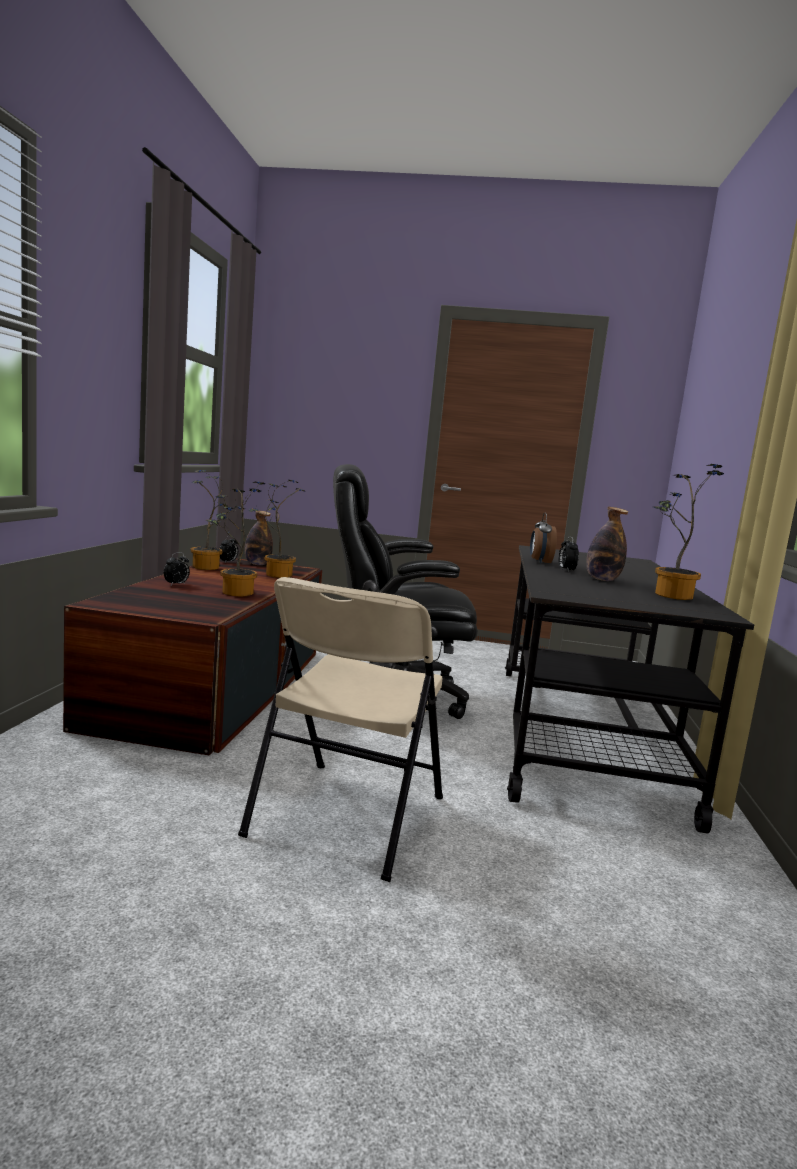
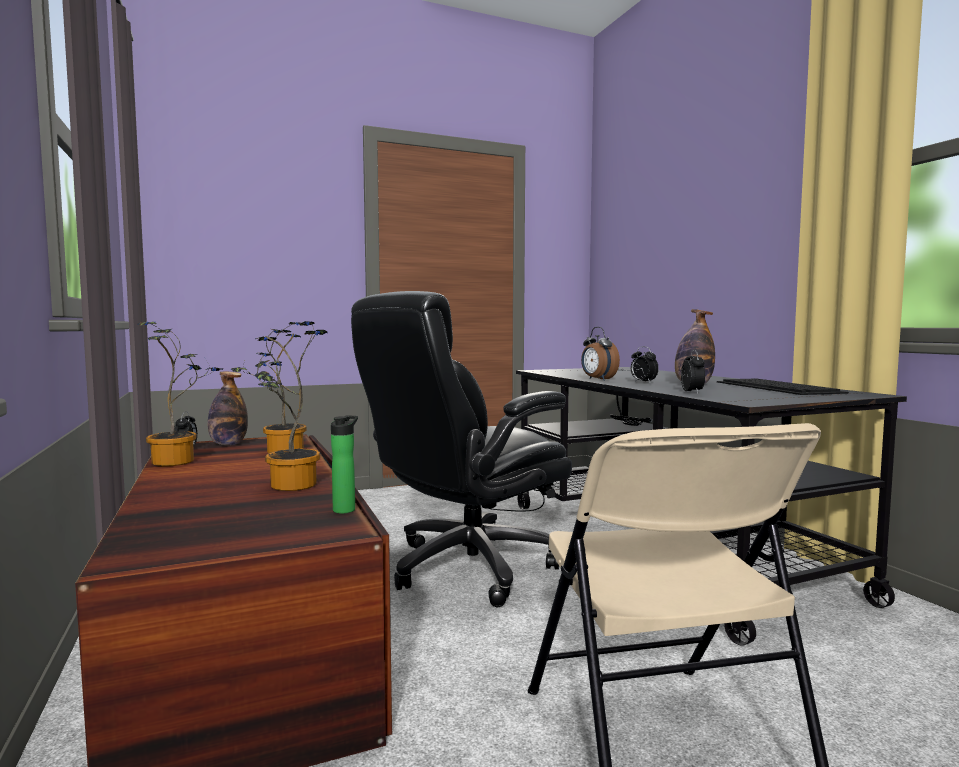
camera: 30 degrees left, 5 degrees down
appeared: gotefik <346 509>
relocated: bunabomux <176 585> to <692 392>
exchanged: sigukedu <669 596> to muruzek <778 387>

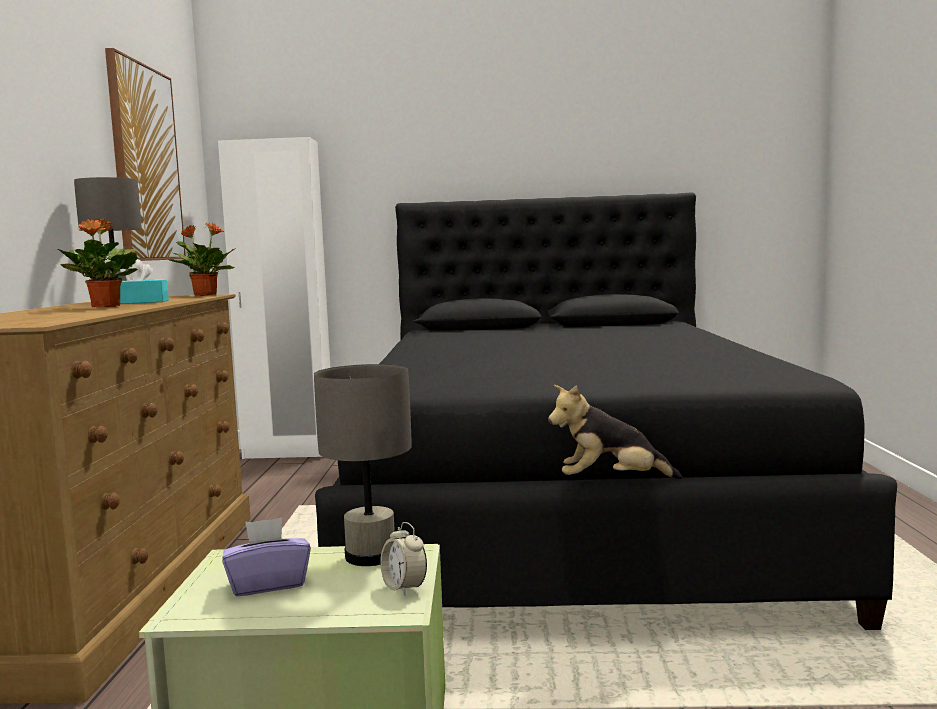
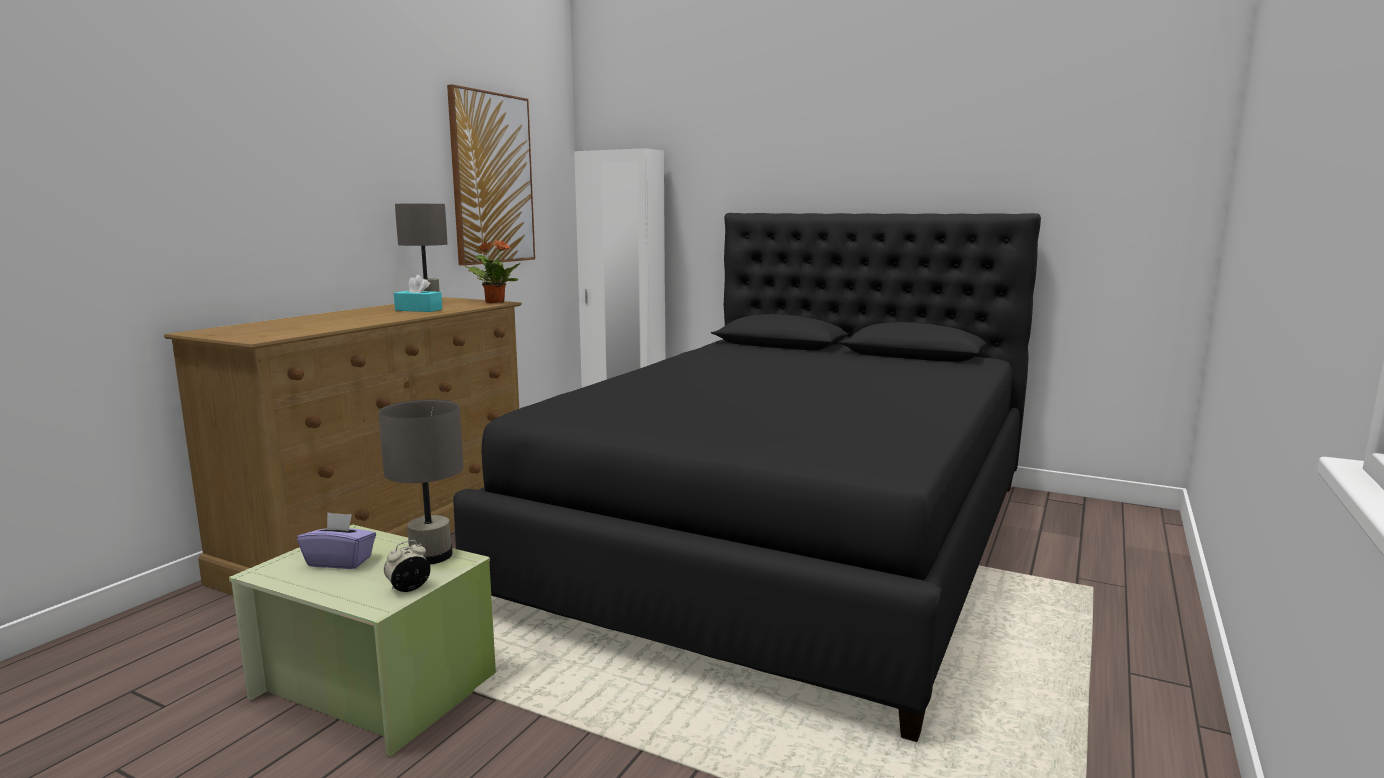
camera: 25 degrees right, 5 degrees up
missing: sigukedu <105 306>; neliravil <611 482>
spun: bunabomux <404 588> = <409 588> 60 degrees clockwise

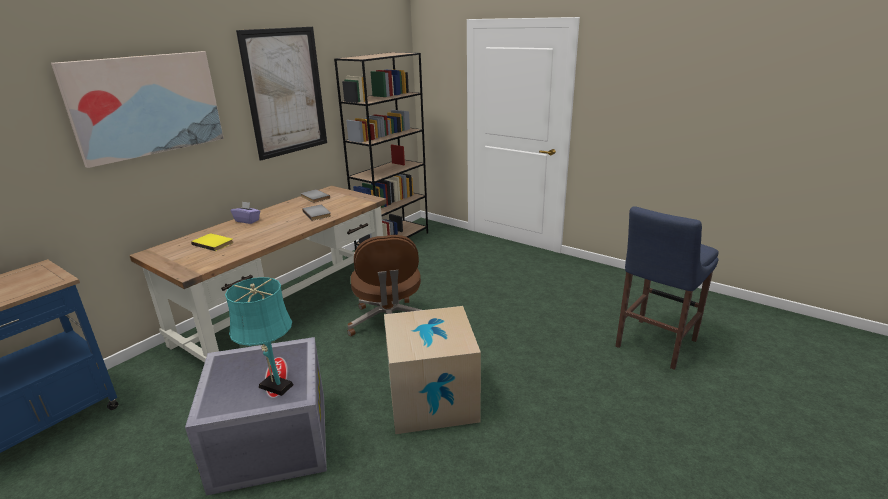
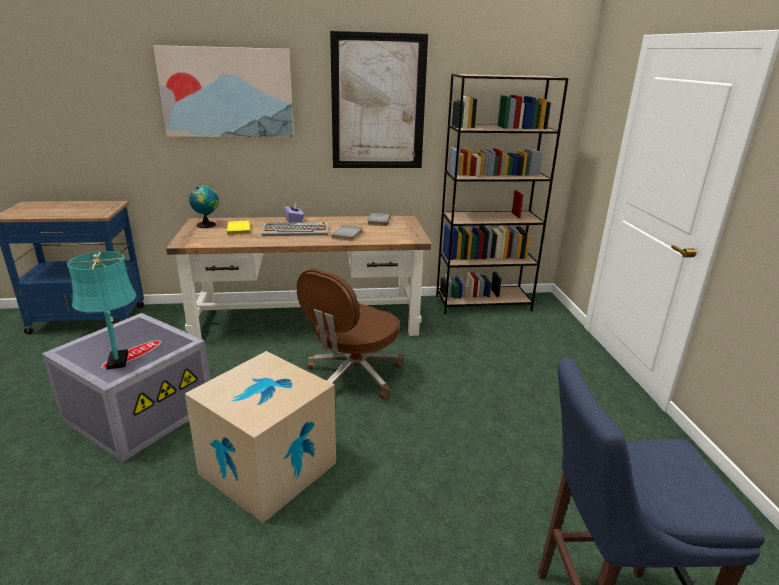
camera: 45 degrees right, 0 degrees up
appeared: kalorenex <207 224>; muruzek <296 231>

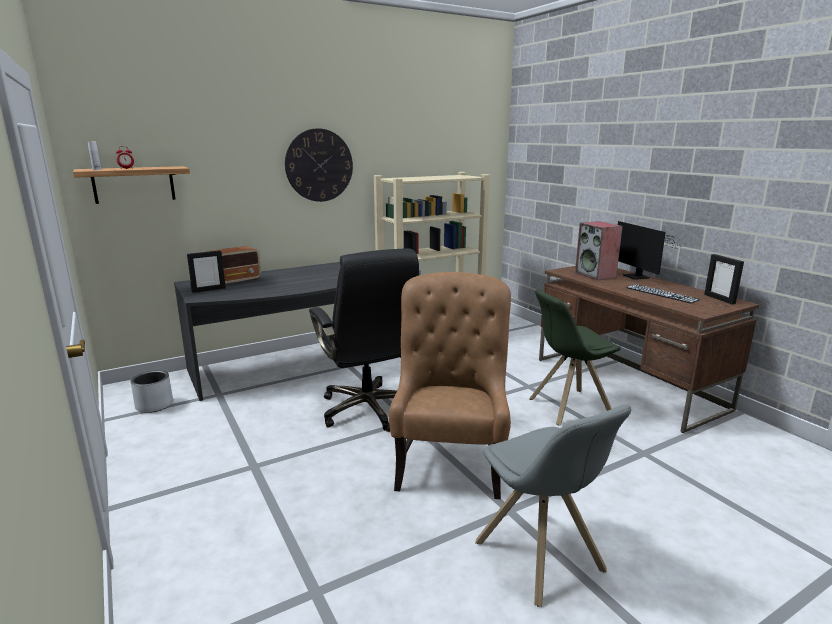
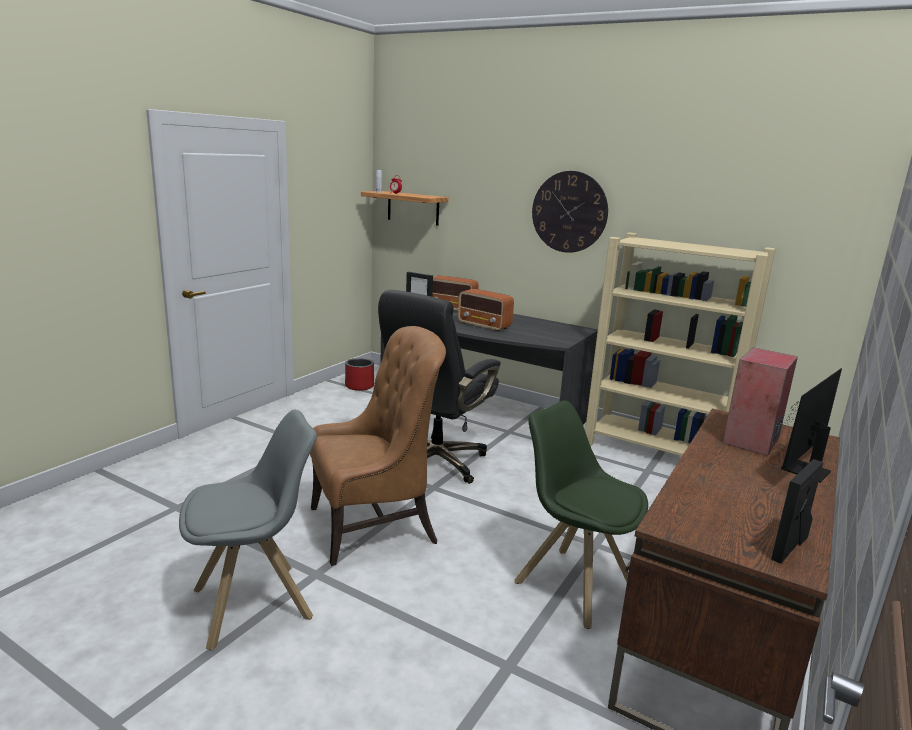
camera: 60 degrees right, 0 degrees up
missing: muruzek <661 293>
appeared: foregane <484 326>
colour: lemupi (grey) <154 405> to lemupi (red) <359 386>
spun: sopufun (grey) <540 556> = <253 604> 150 degrees counterclockwise

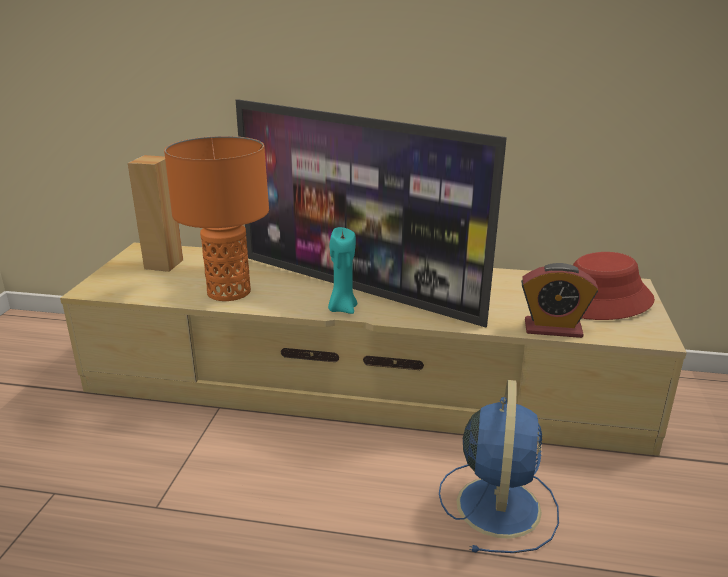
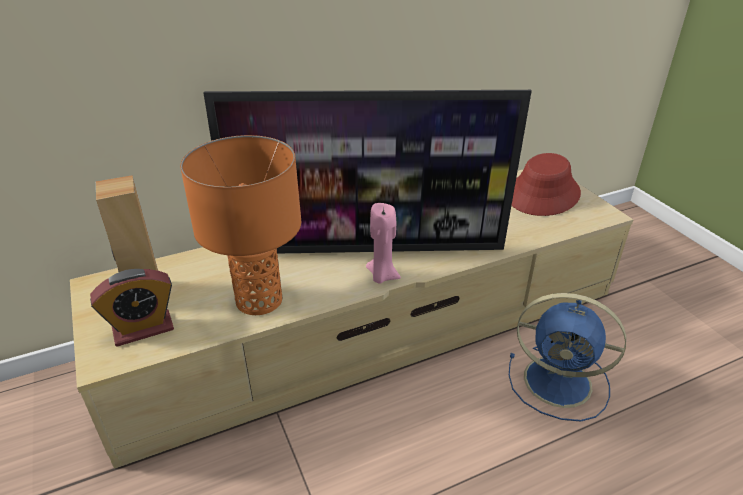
camera: 35 degrees left, 10 degrees up
relocated: bunabomux <553 329> to <143 329>
colour: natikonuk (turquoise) <342 308> to natikonuk (pink) <382 276>
spun: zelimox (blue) <498 504> = <560 382> 135 degrees clockwise

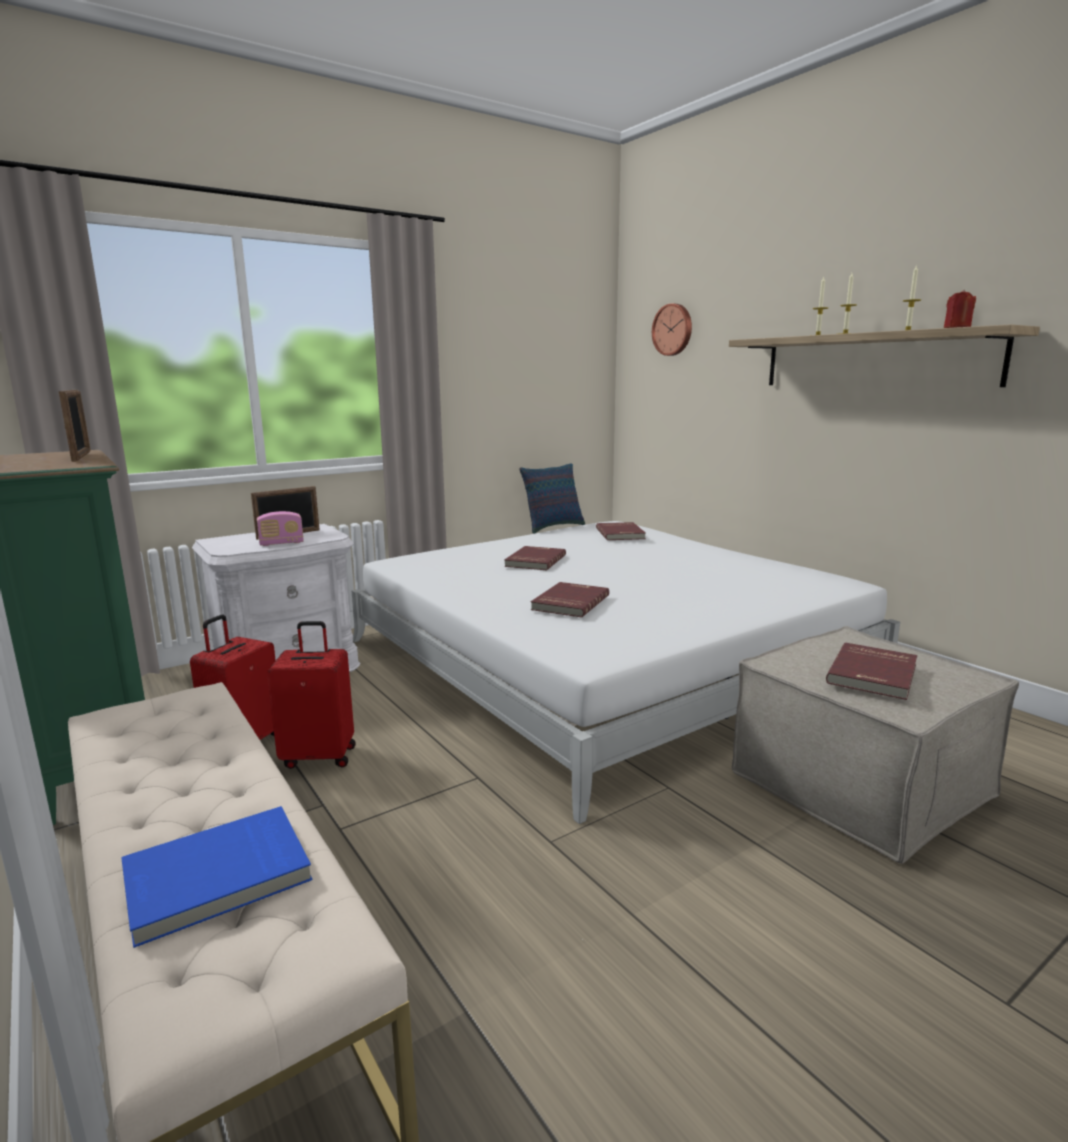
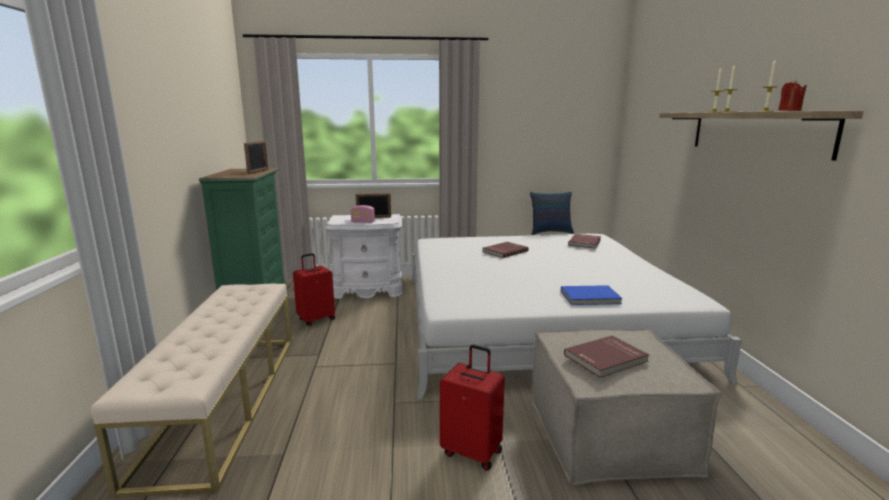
camera: 30 degrees right, 0 degrees up
missing: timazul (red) <569 602>; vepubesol <673 330>
relocated: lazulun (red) <319 756> to <472 451>; timazul (blue) <218 877> to <590 298>

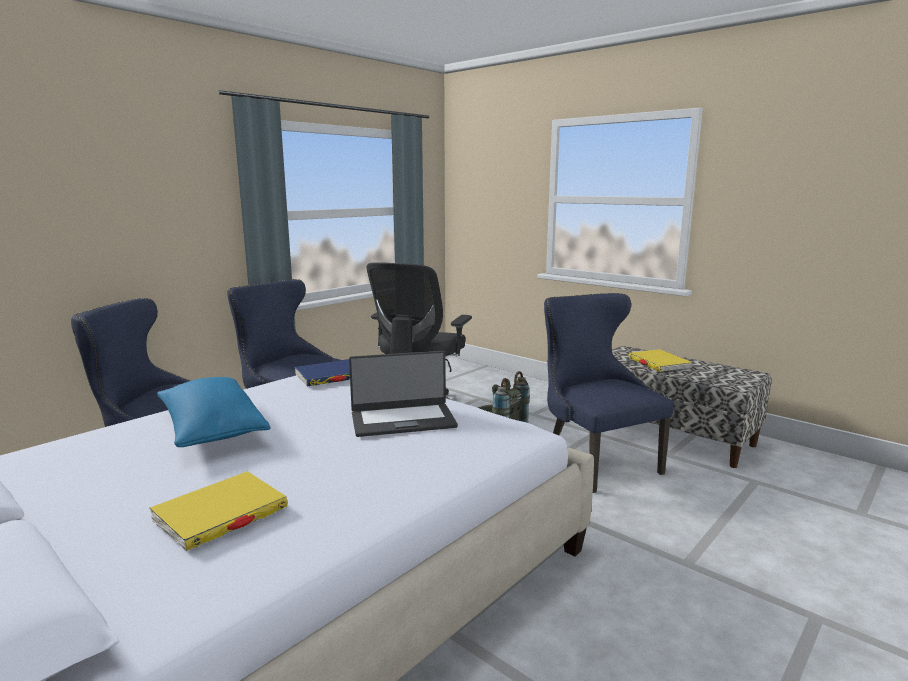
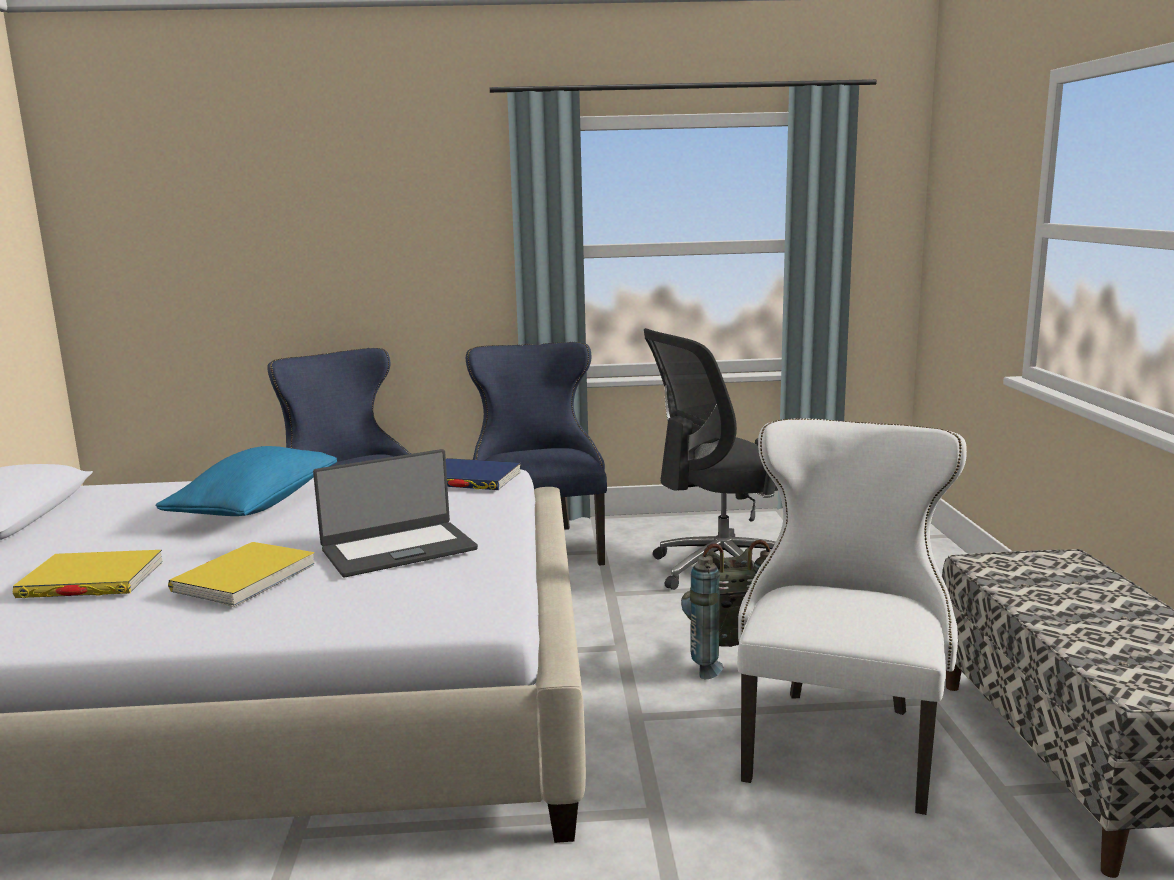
camera: 45 degrees right, 0 degrees up
relocated: timazul (yellow) <659 363> to <244 579>
colour: sopufun (blue) <595 461> to sopufun (white) <840 741>
spun: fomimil <403 420> = <398 549> 60 degrees counterclockwise

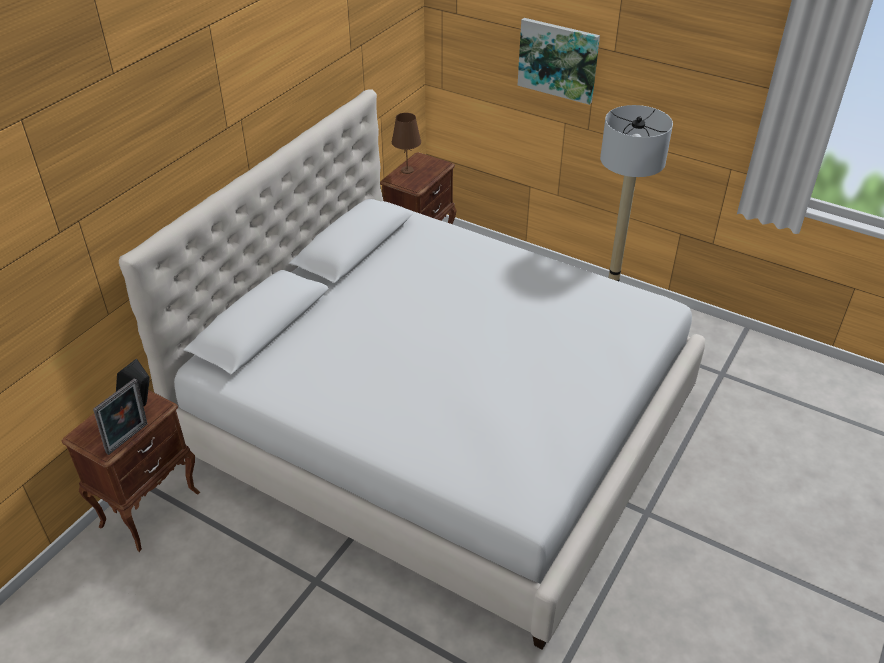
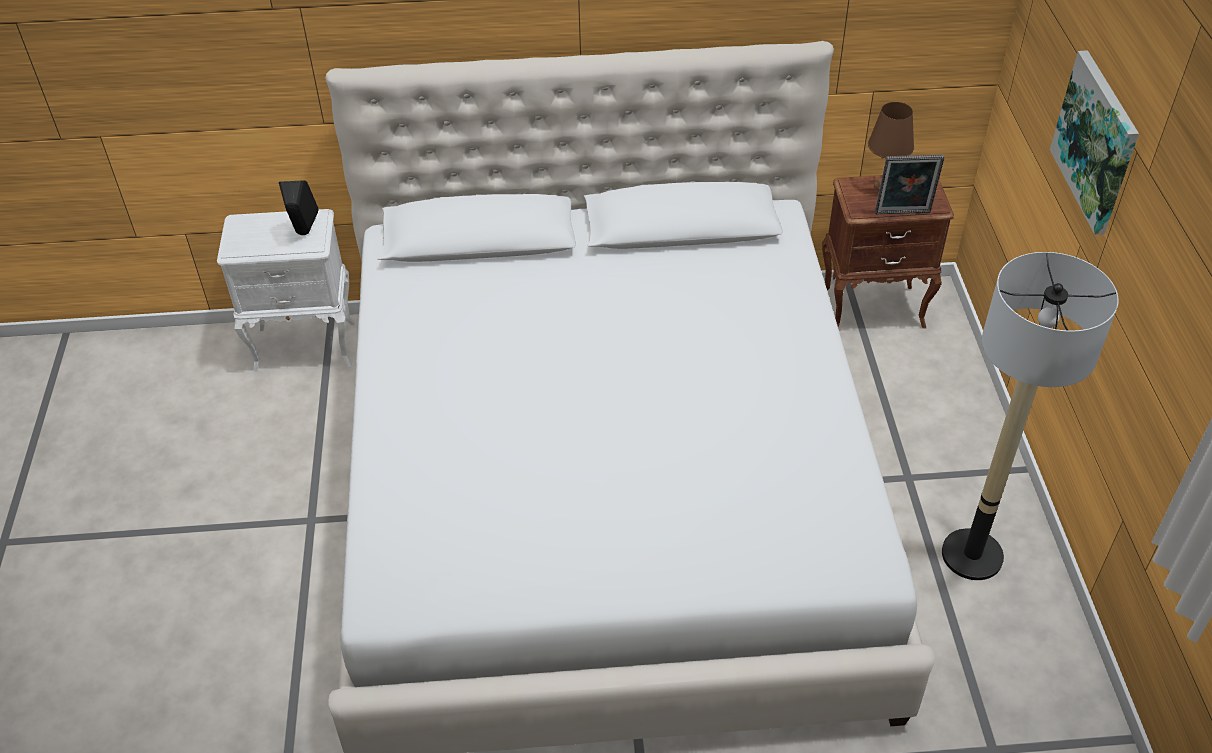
camera: 55 degrees right, 5 degrees up
relocated: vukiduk <129 439> to <903 214>
colour: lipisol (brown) <150 509> to lipisol (white) <305 347>

